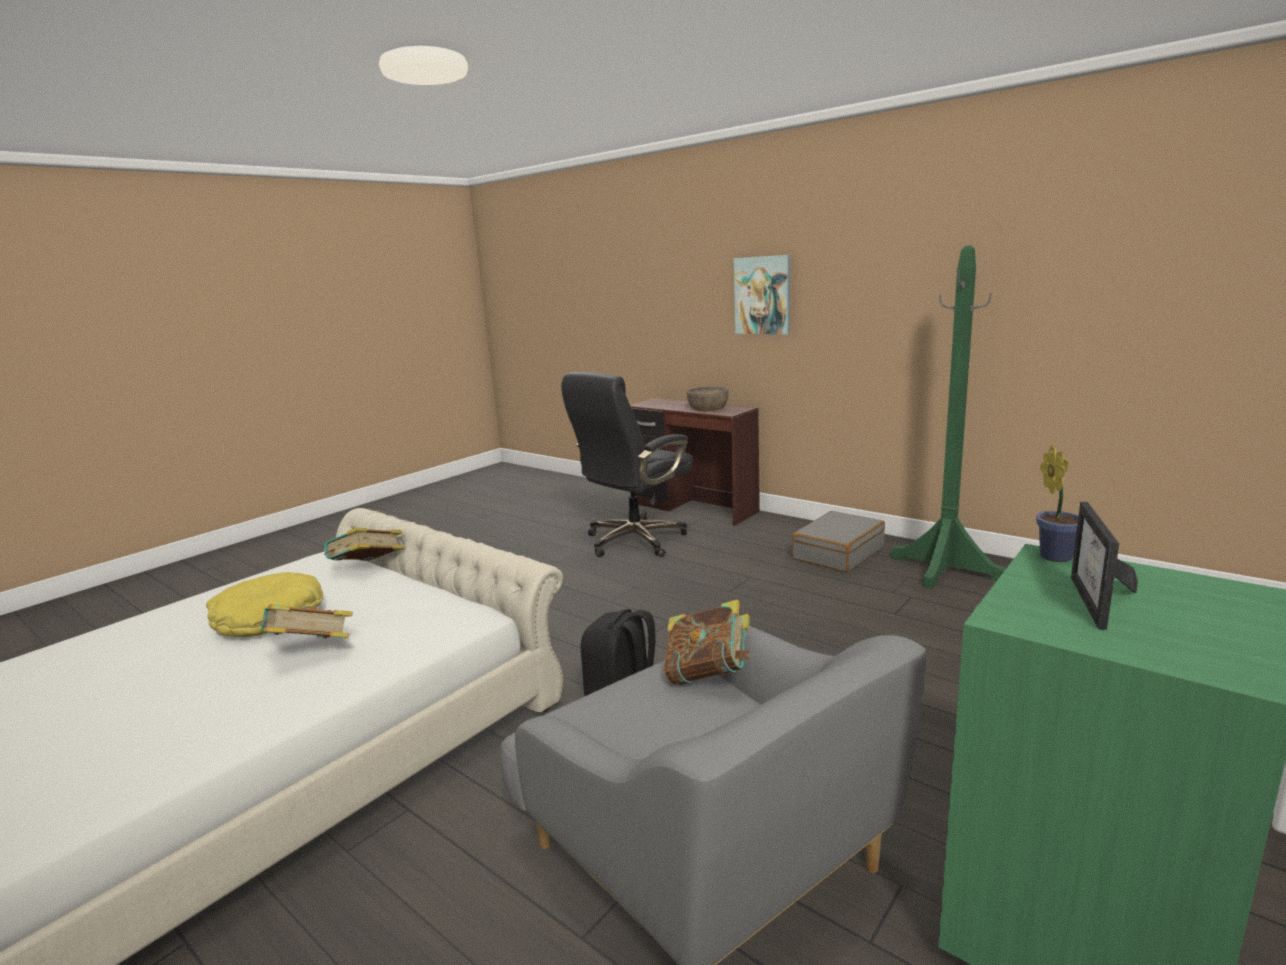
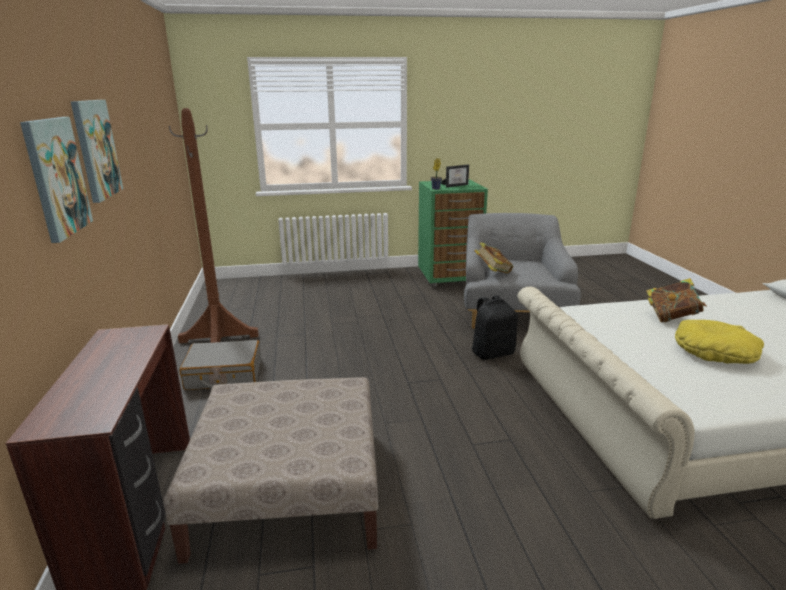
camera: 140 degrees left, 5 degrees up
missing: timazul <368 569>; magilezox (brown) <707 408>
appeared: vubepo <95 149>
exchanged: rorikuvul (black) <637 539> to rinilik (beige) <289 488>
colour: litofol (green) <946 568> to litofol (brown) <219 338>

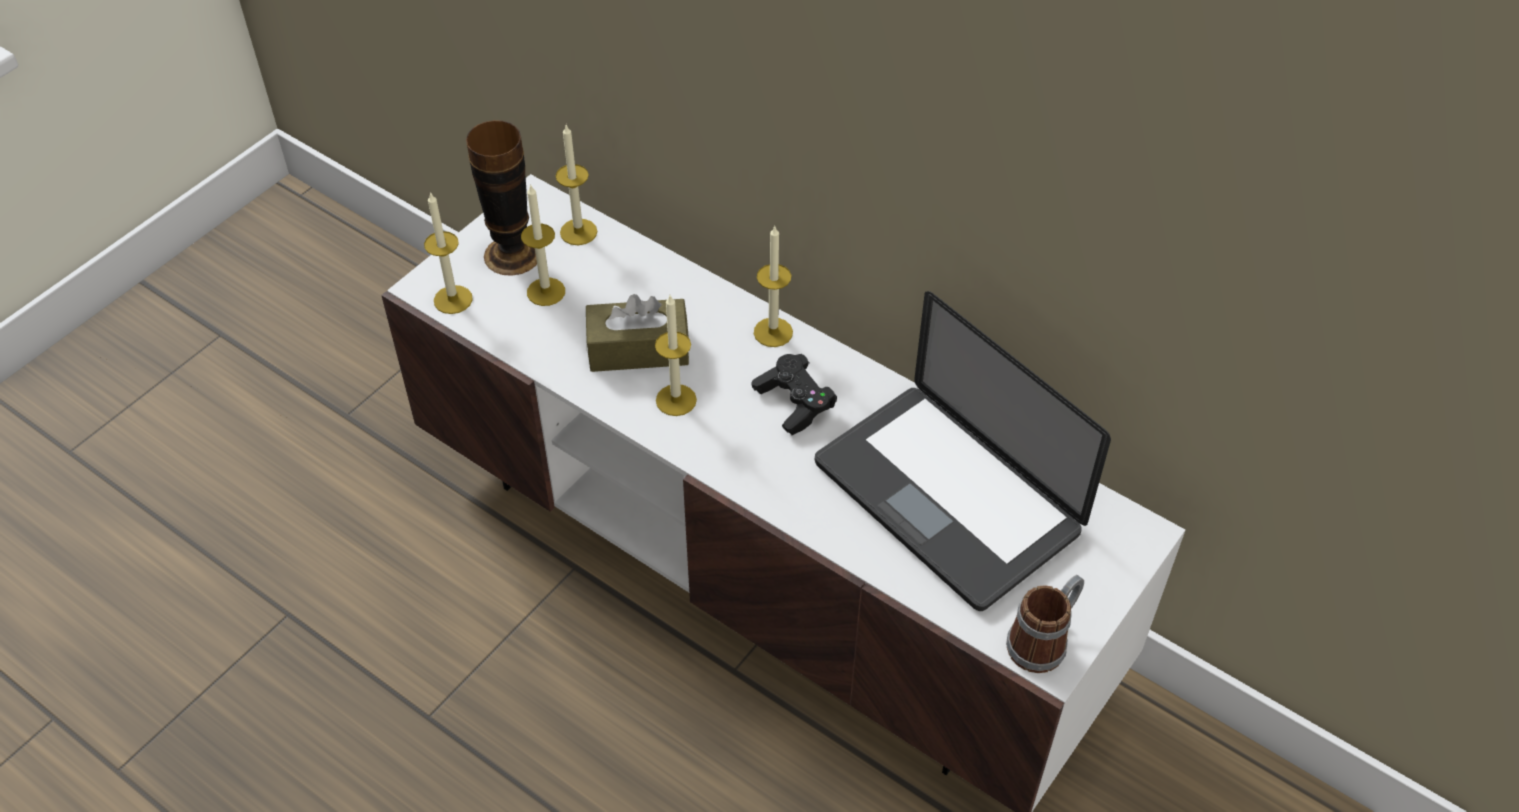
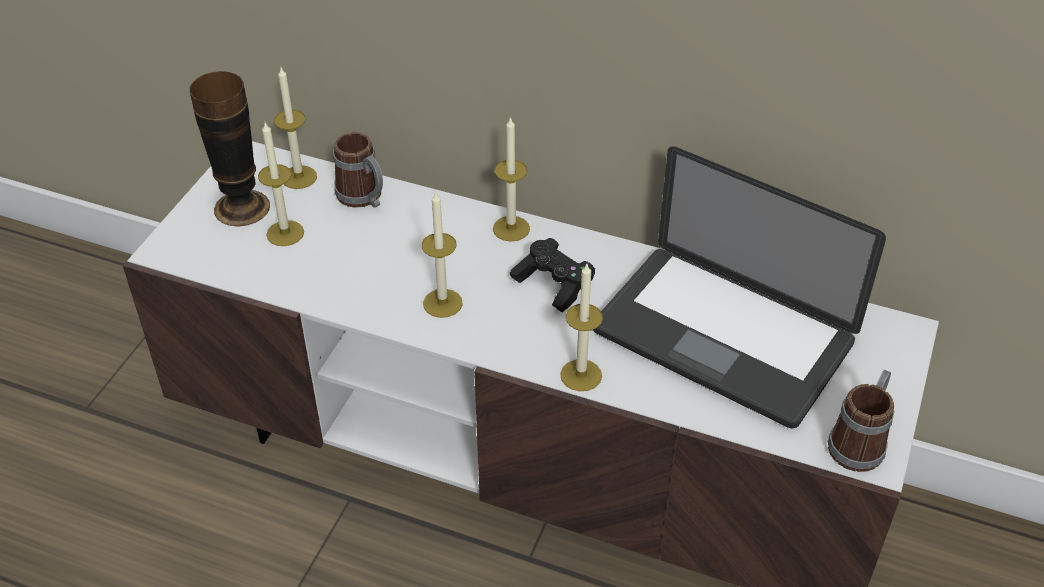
camera: 15 degrees left, 5 degrees down
missing: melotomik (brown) <638 349>
appeared: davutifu <364 198>
relocated: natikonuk <453 299> to <581 375>

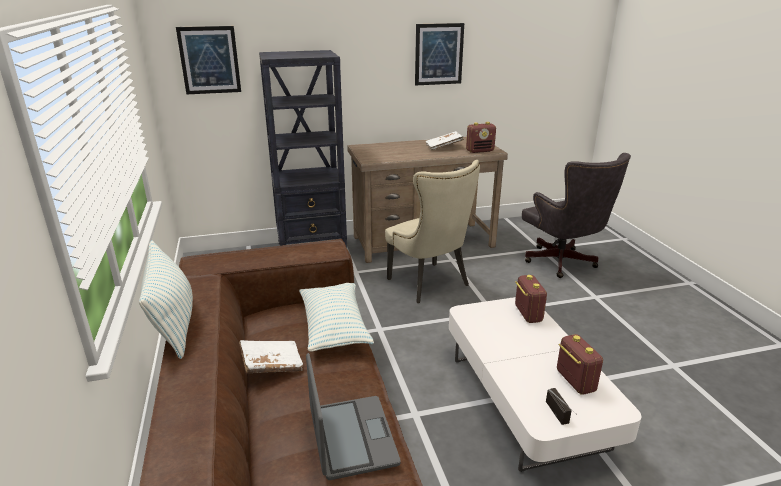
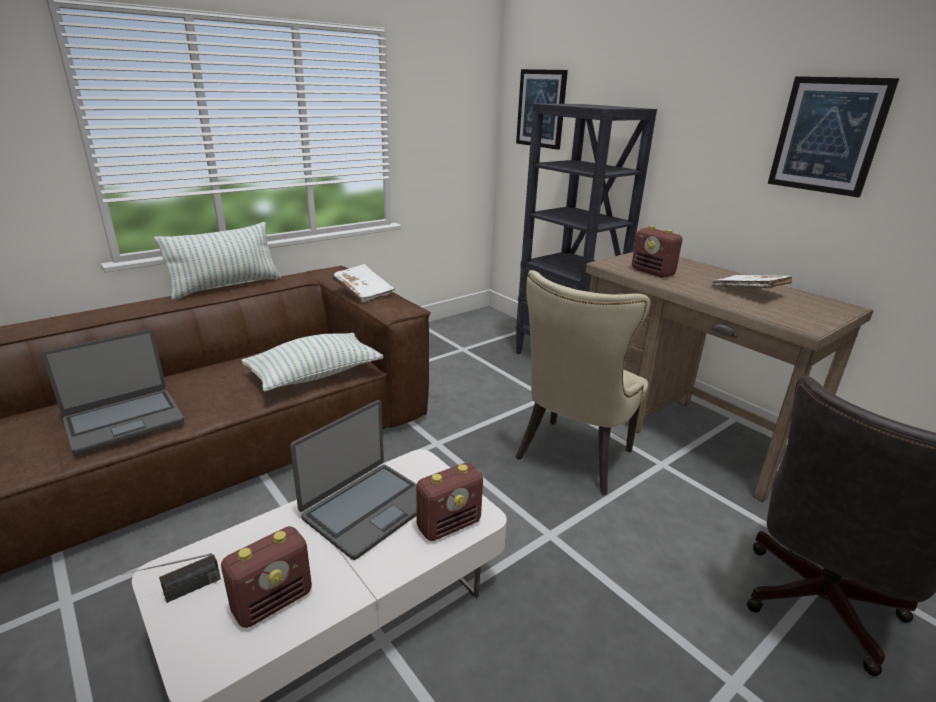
camera: 65 degrees right, 0 degrees up
appeared: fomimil <368 508>
relocated: timazul (white) <272 364> to <364 292>; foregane <480 151> to <653 272>

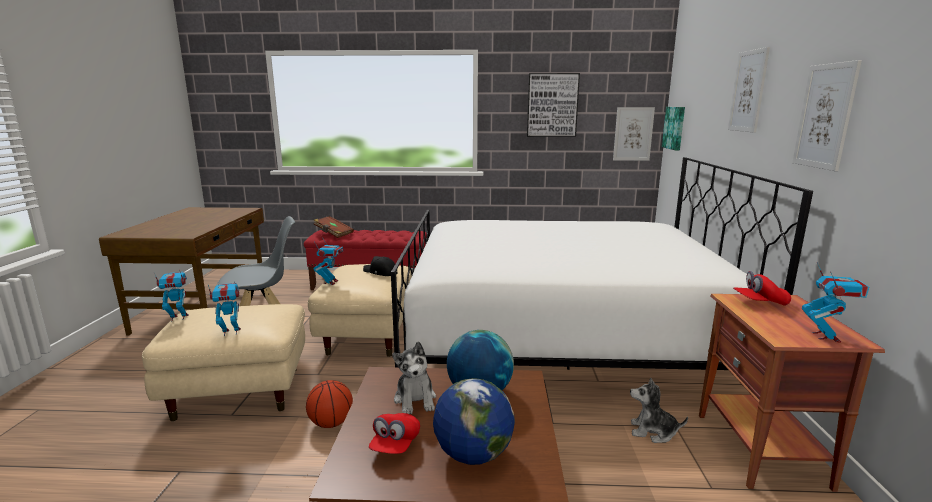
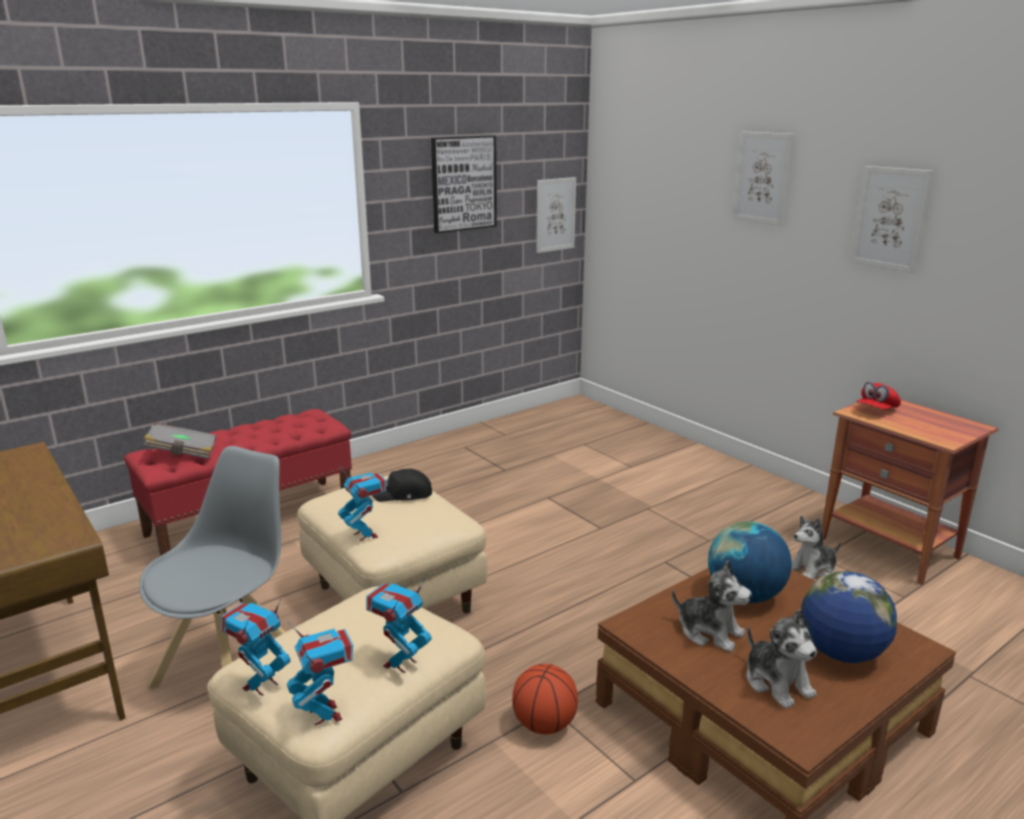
camera: 40 degrees left, 5 degrees up
missing: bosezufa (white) <561 341>; vubepo <675 128>
relocated: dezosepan <826 337> to <326 714>
exchanged: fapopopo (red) <395 445> to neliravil <777 683>
colour: timazul (brown) <333 234> to timazul (grey) <183 453>

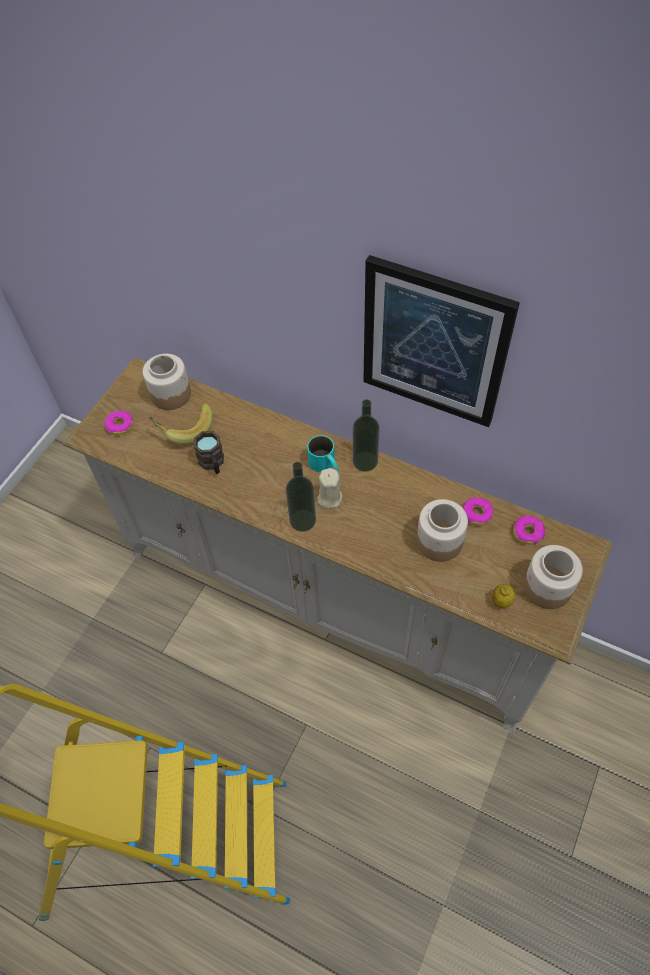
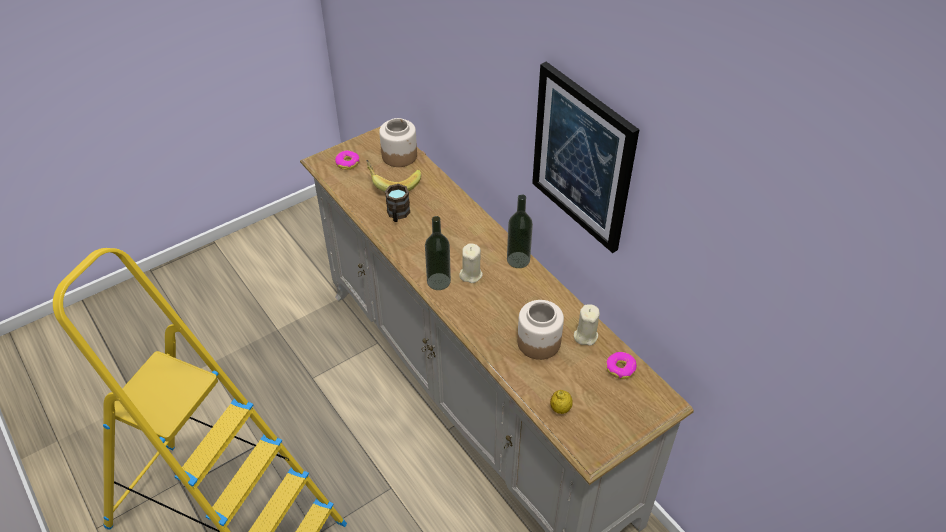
camera: 25 degrees right, 10 degrees down
missing: davutifu (turquoise) <325 465>; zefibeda <547 588>
exchanged: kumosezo <477 514> to natikonuk (beige) <585 336>

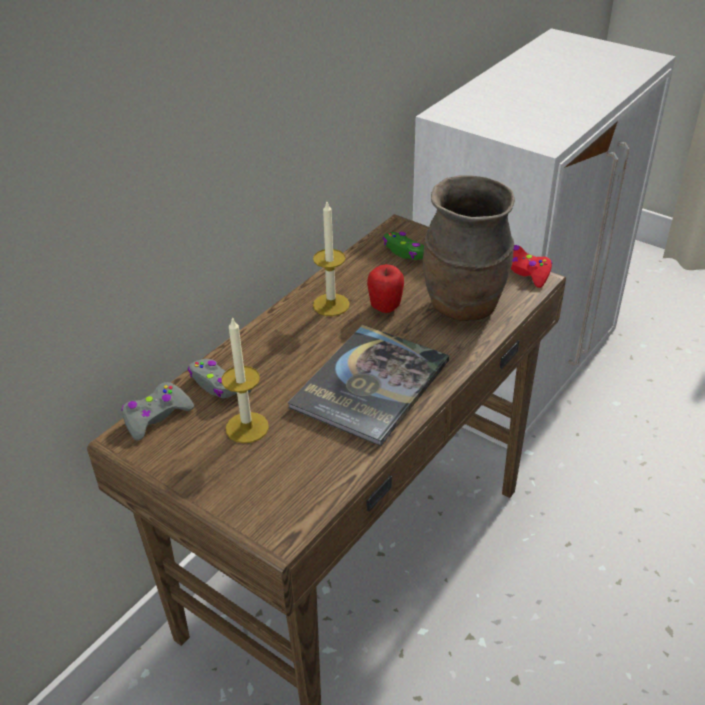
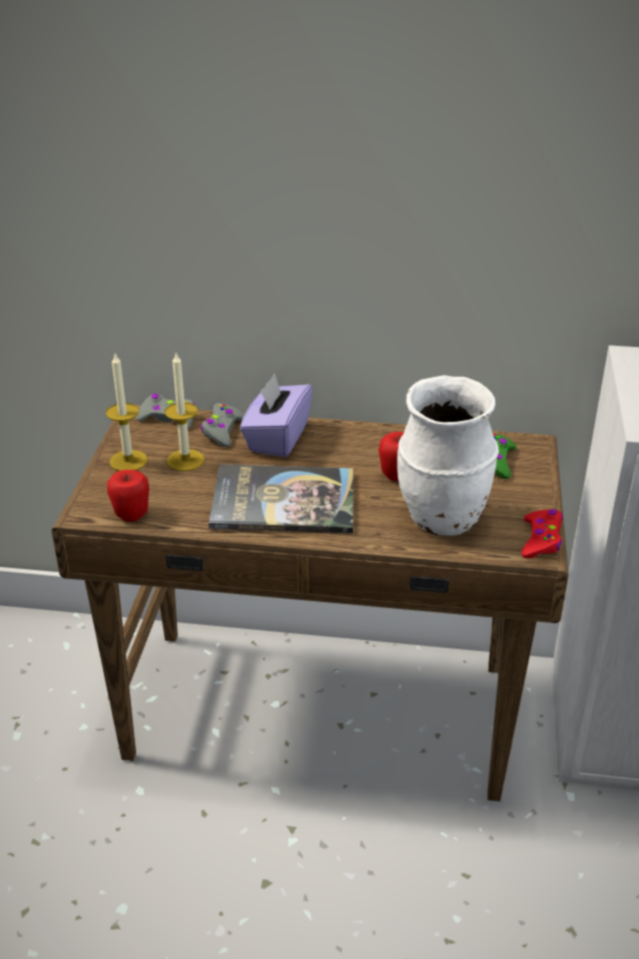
camera: 60 degrees right, 5 degrees down
appeared: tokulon <131 515>; melotomik (purple) <277 438>
relocated: natikonuk <331 305> to <128 461>
colour: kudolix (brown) <464 307> to kudolix (white) <442 519>

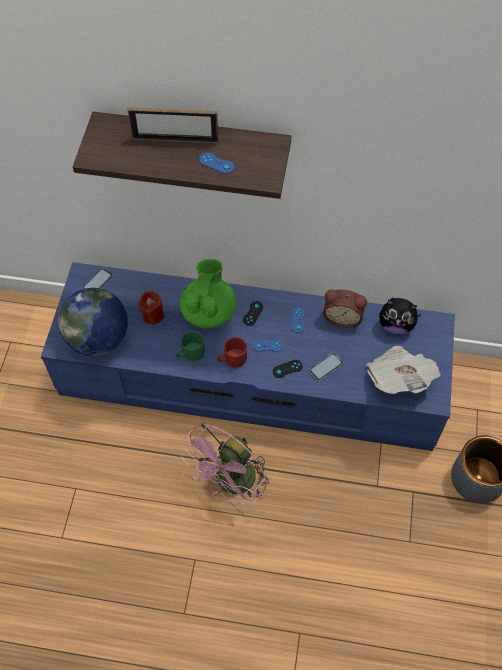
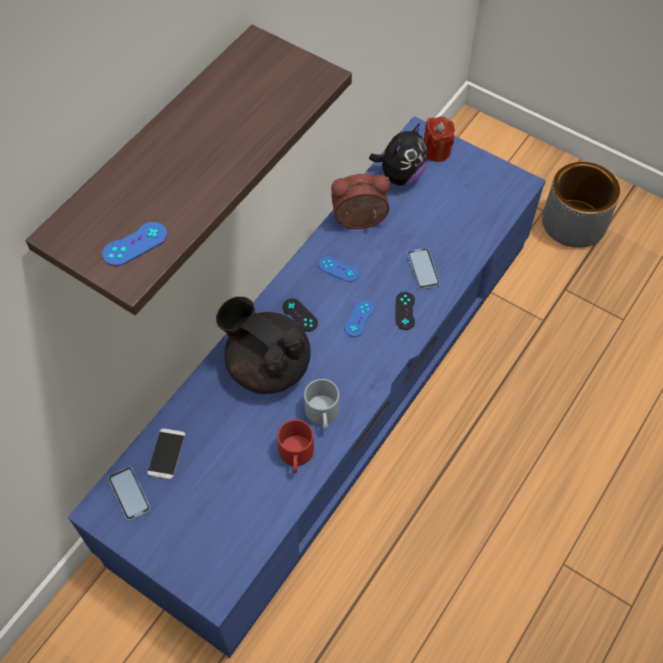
camera: 65 degrees left, 0 degrees up
missing: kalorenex <98 339>; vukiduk <175 140>; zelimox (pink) <231 484>; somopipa <399 378>
appeared: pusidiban <166 454>
relocated: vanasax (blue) <216 163> to <135 244>; davutifu (red) <232 359> to <297 456>; natikonuk (red) <153 315> to <436 151>
colour: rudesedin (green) <209 311> to rudesedin (black) <267 365>; davutifu (green) <190 353> to davutifu (grey) <323 415>
spun: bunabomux <342 317> = <359 221> 135 degrees counterclockwise

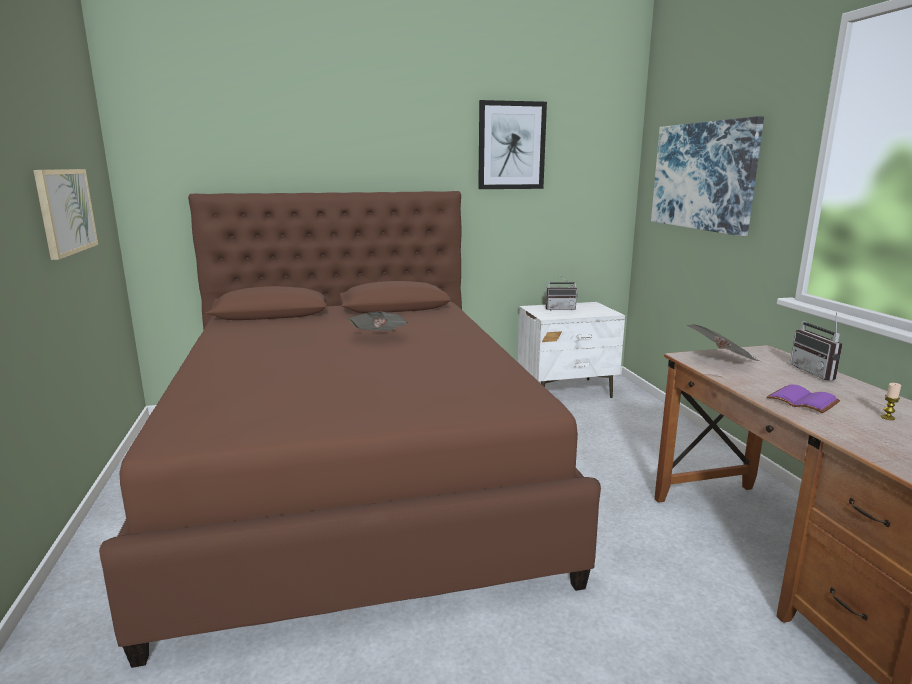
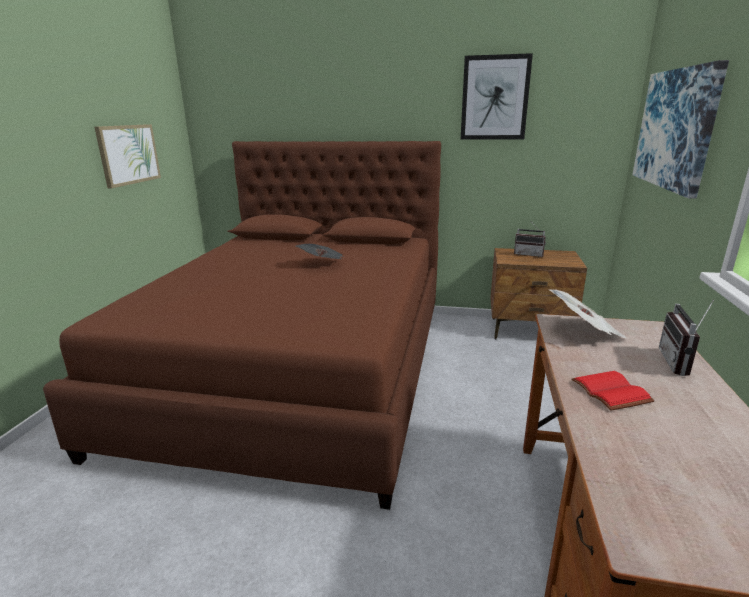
camera: 25 degrees right, 5 degrees up
missing: natikonuk <887 417>
colour: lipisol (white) <566 391> to lipisol (brown) <529 331>; timazul (purple) <804 401> to timazul (red) <613 392>

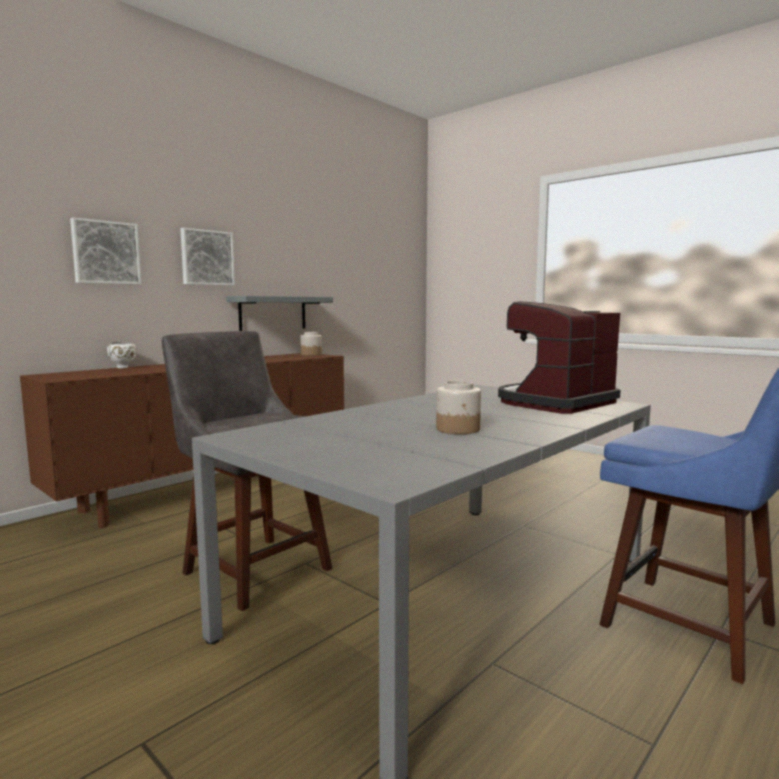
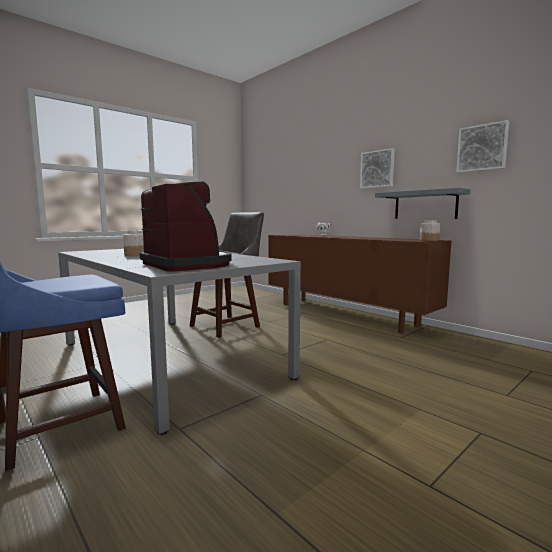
camera: 95 degrees right, 0 degrees up
relocated: vubepo <105 253> to <482 148>

